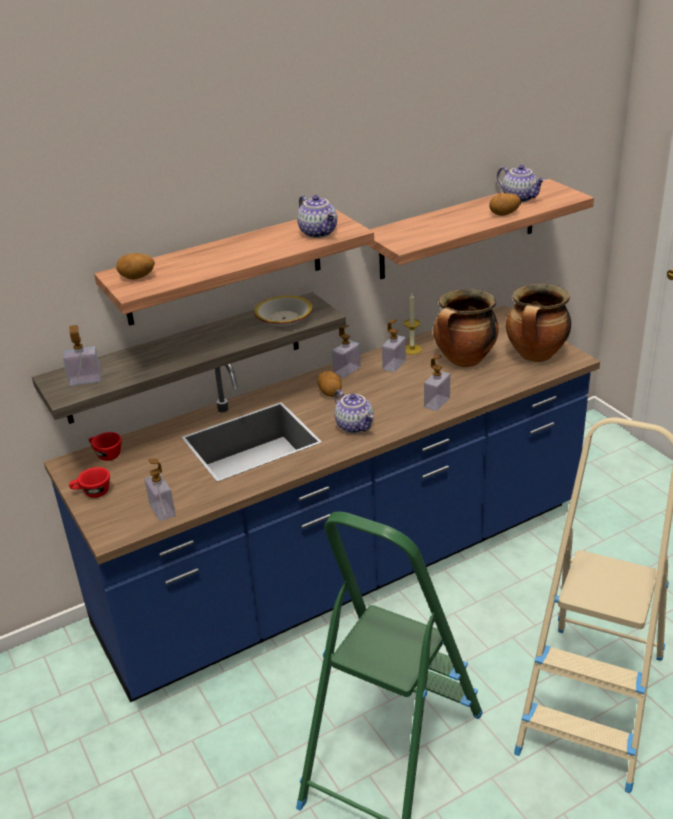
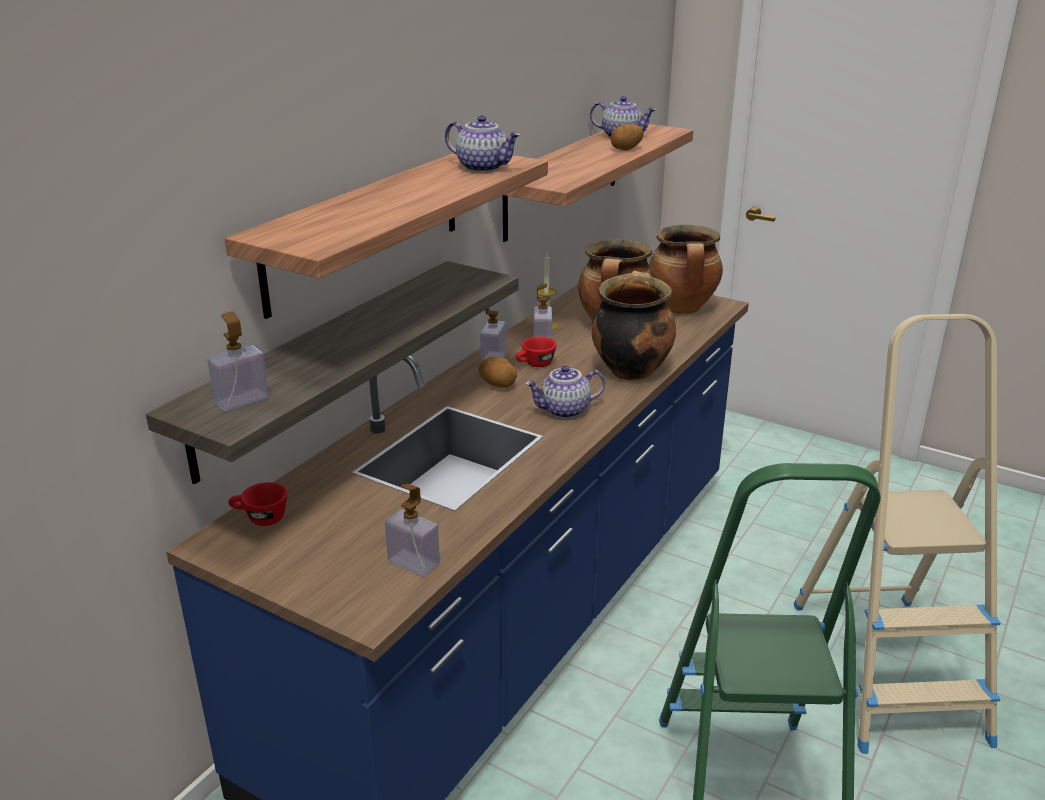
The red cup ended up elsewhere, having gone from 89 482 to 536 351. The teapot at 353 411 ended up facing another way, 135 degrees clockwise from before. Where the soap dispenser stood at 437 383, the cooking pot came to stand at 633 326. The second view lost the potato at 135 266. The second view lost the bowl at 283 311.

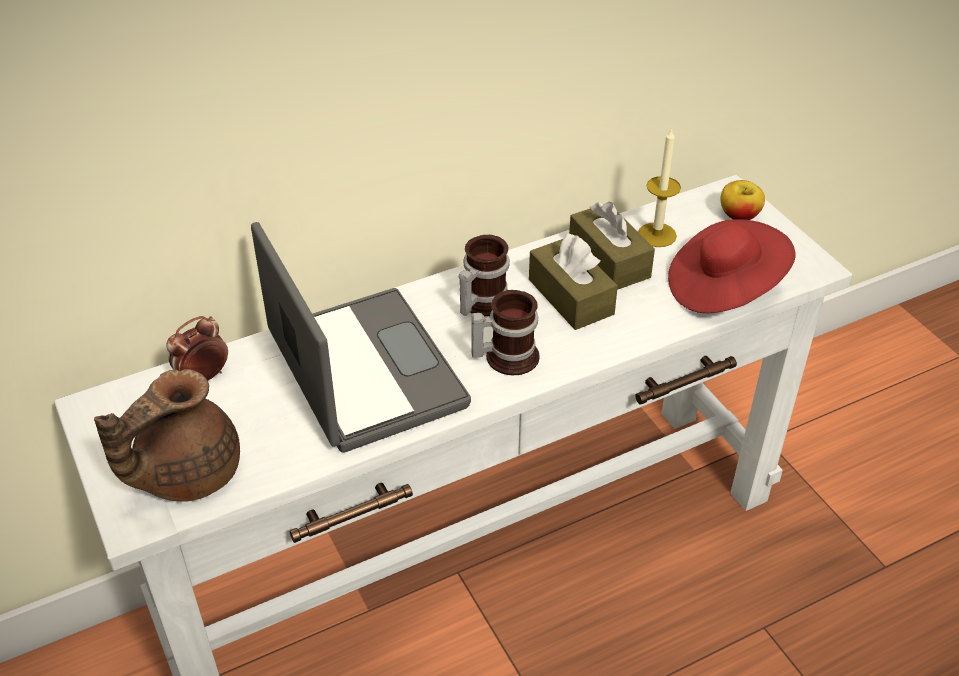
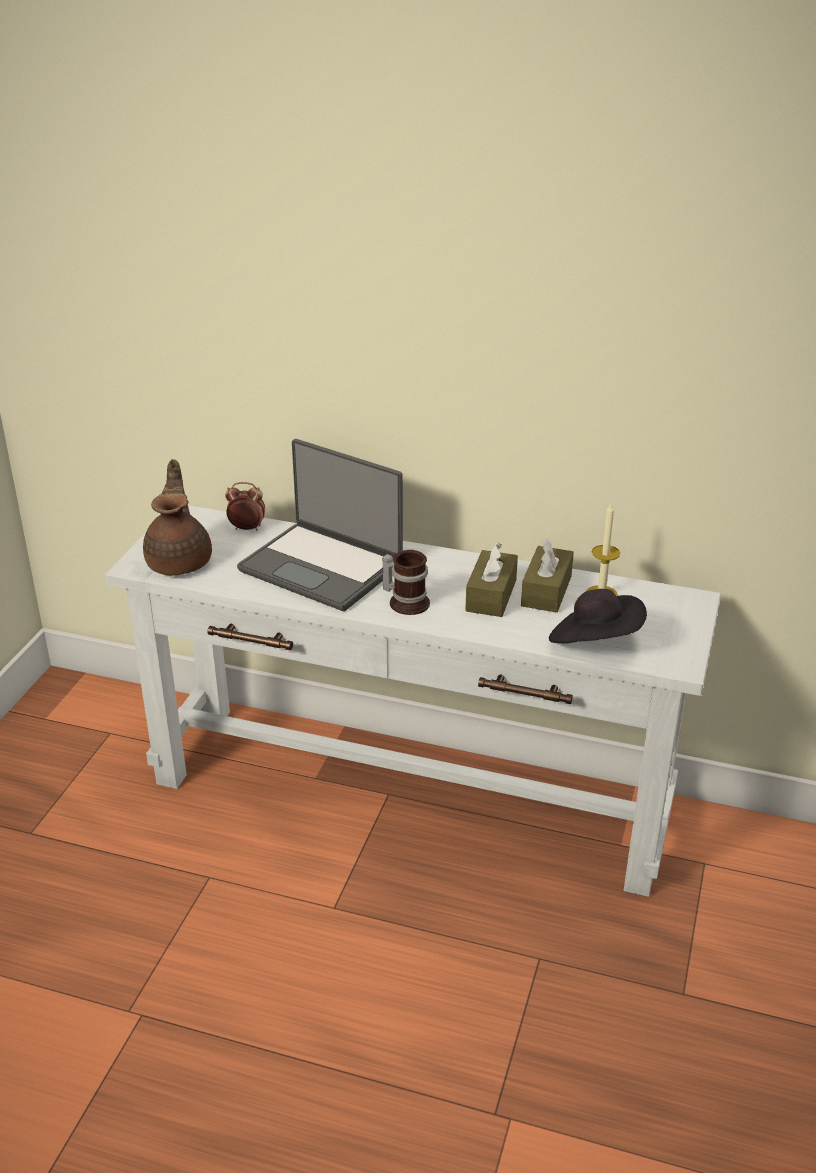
The brown teapot at 167 435 ended up facing another way, 90 degrees clockwise from before. The laptop at 361 337 ended up facing another way, 105 degrees clockwise from before. What was the red hat at 731 266 turned into the black hat at 598 616. The second view lost the mug at 484 276. The second view lost the apple at 743 200.

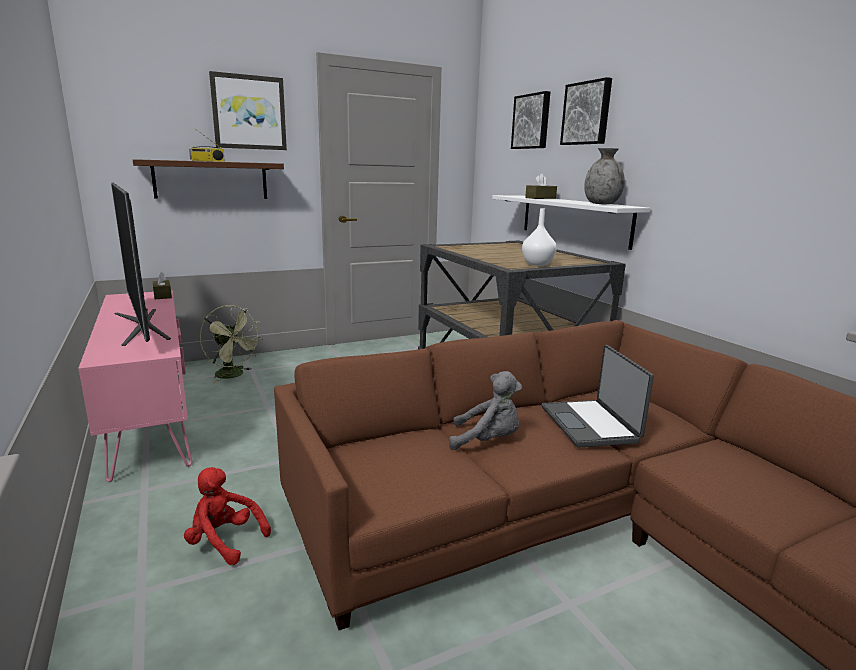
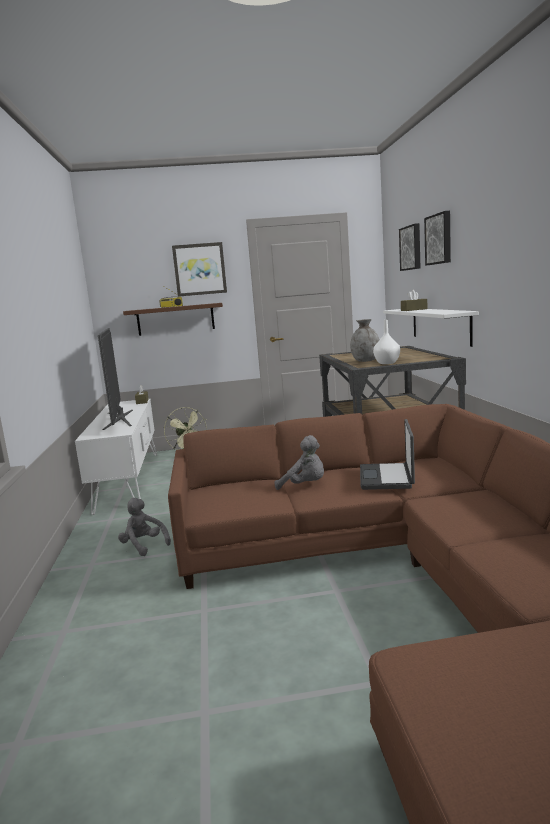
What was the pink tv stand at 135 386 turned into the white tv stand at 116 457. What was the red plush toy at 227 516 turned into the grey plush toy at 144 527. The grey vase ended up elsewhere, having gone from 604 176 to 364 340.

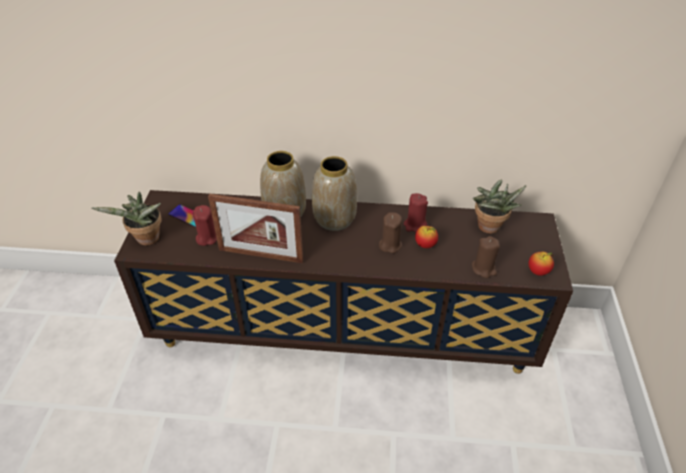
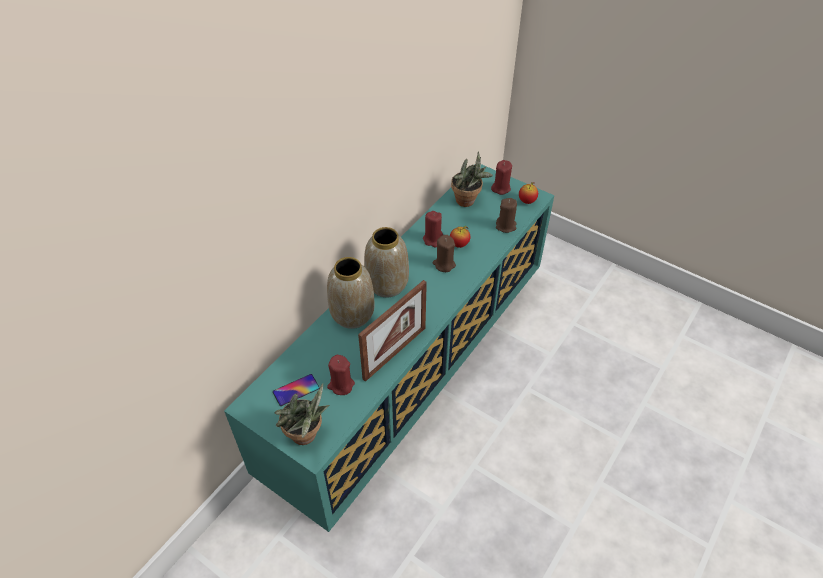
What was the brown tv stand at 343 282 turned into the turquoise tv stand at 389 348. The second view gained the red candle at 501 177.

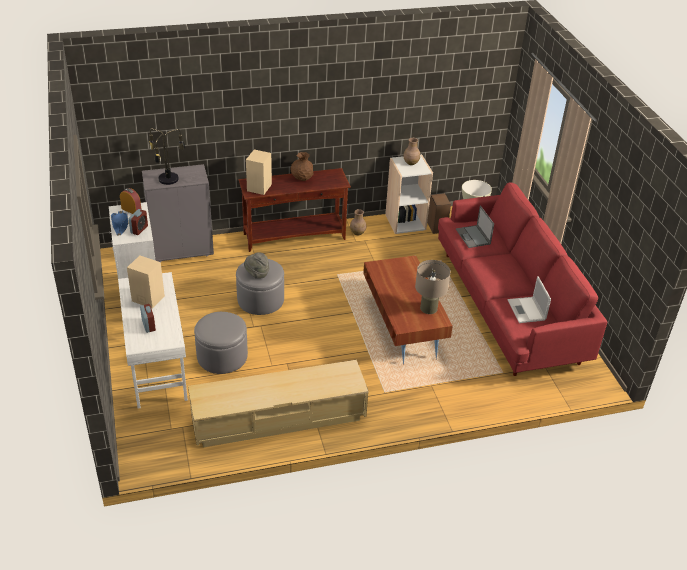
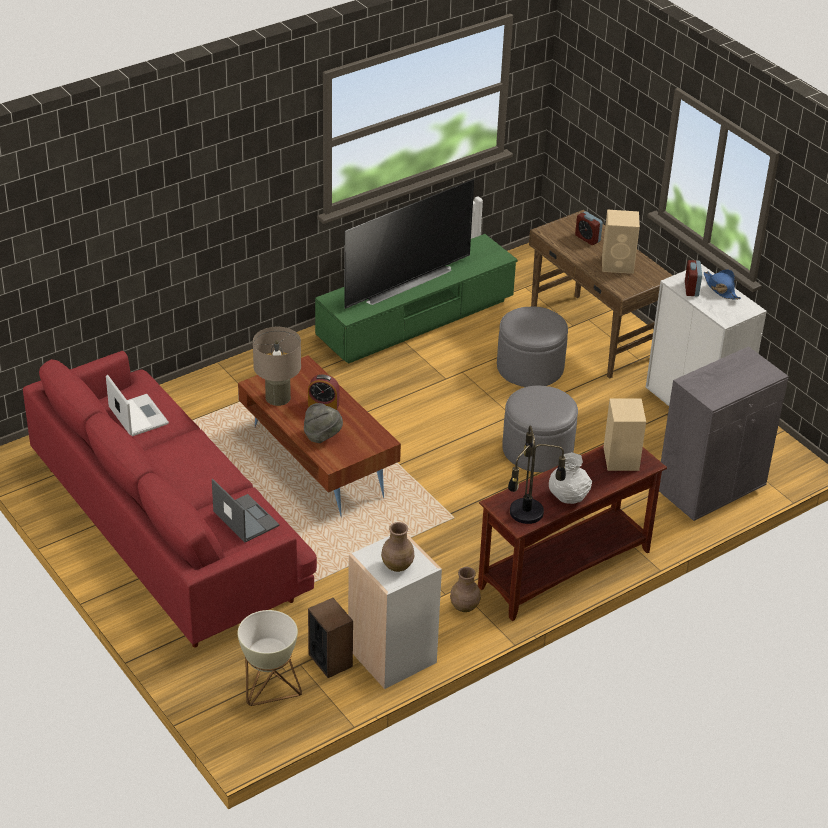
The grey hat ended up elsewhere, having gone from 256 265 to 323 423. The alarm clock ended up elsewhere, having gone from 131 201 to 323 392. What was the beige tv stand at 278 404 turned into the green tv stand at 416 299. The second view gained the television at 409 244. The table lamp ended up elsewhere, having gone from 167 156 to 537 474. What was the white console table at 153 340 turned into the brown console table at 601 294. What was the brown vase at 302 166 turned into the white vase at 570 478.

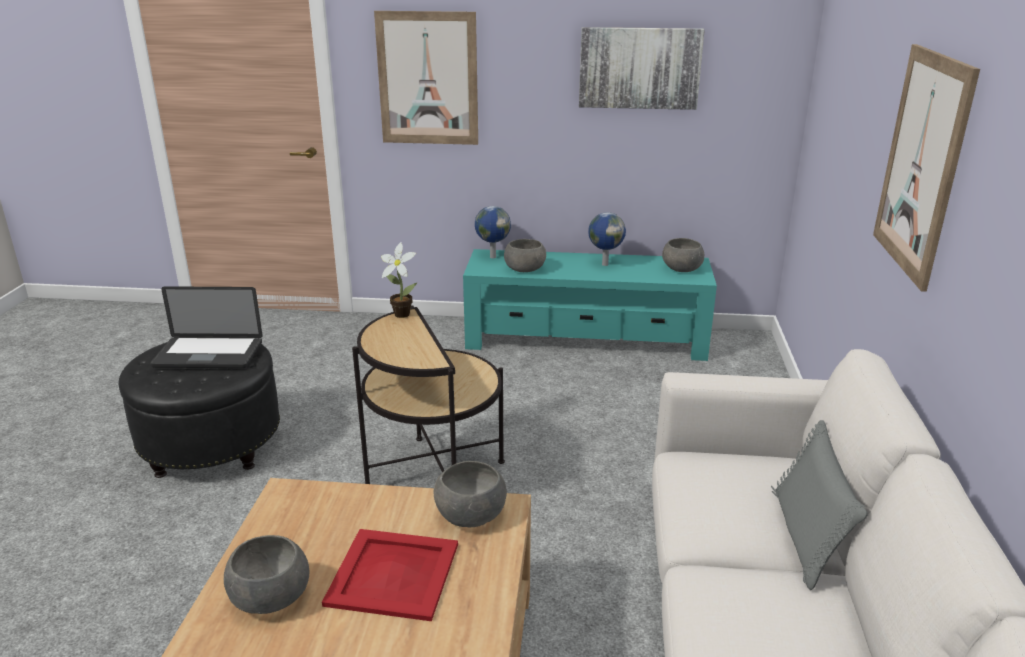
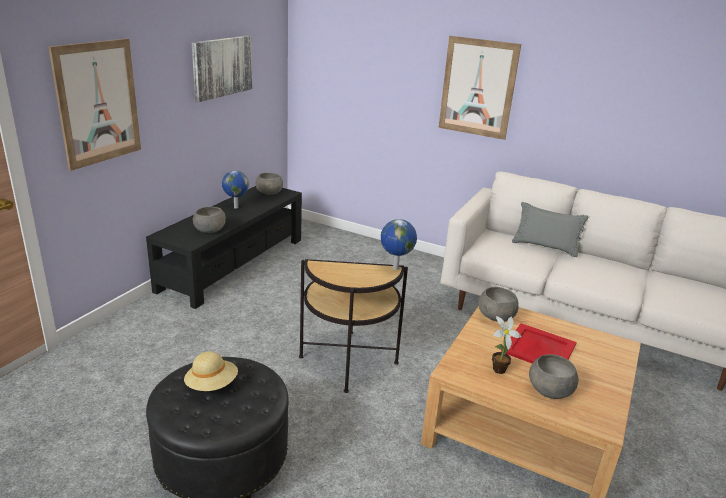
What was the turquoise tv stand at 590 305 turned into the black tv stand at 224 247. Where the laptop stood at 206 327, the beige hat came to stand at 211 371. The globe ended up elsewhere, having gone from 493 232 to 399 244. The potted plant ended up elsewhere, having gone from 399 280 to 506 345.

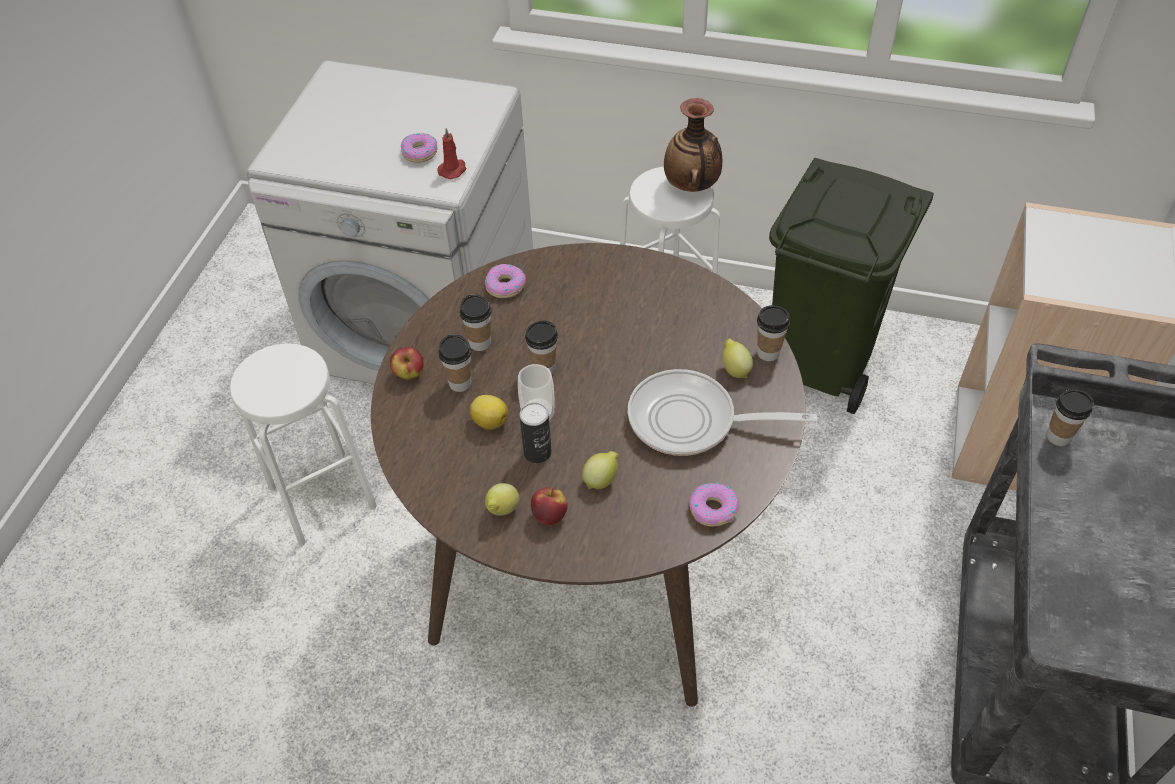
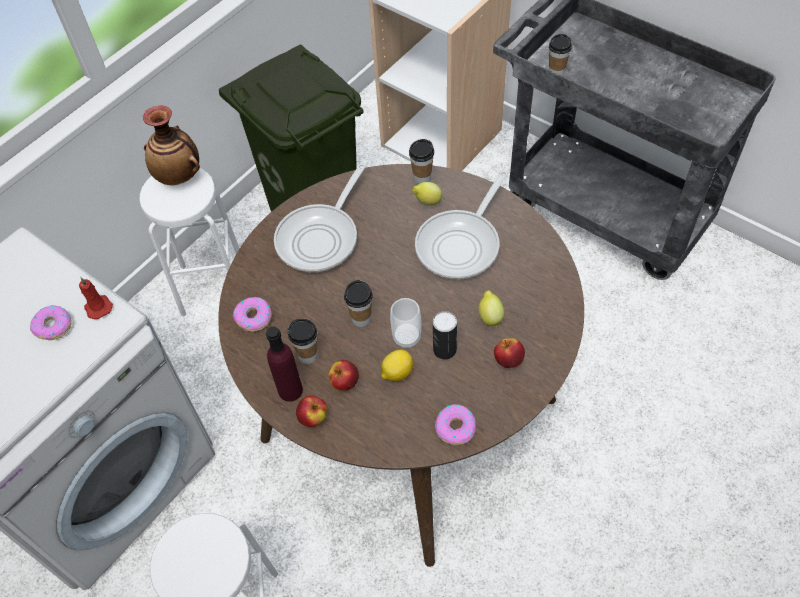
The second view gained the purple bottle at 284 364. The second view gained the frying pan at 321 216. Where the cup stood at 454 363, the apple came to stand at 343 375. The donut ended up elsewhere, having gone from 714 504 to 455 424. The second view lost the lemon at 502 499.

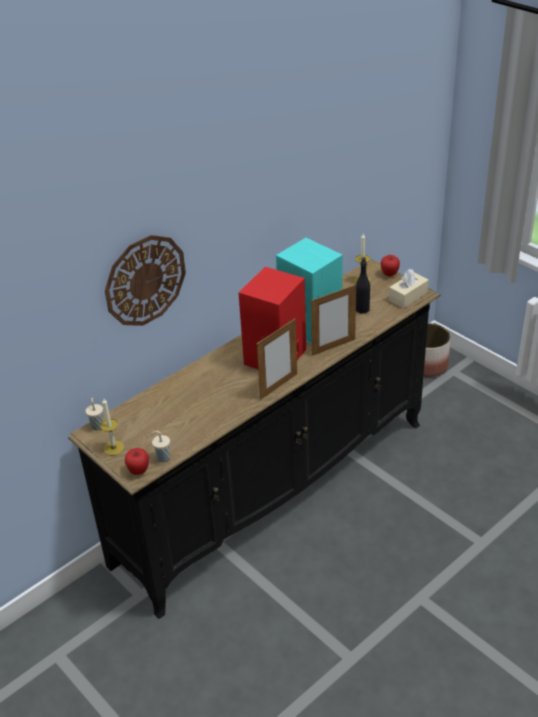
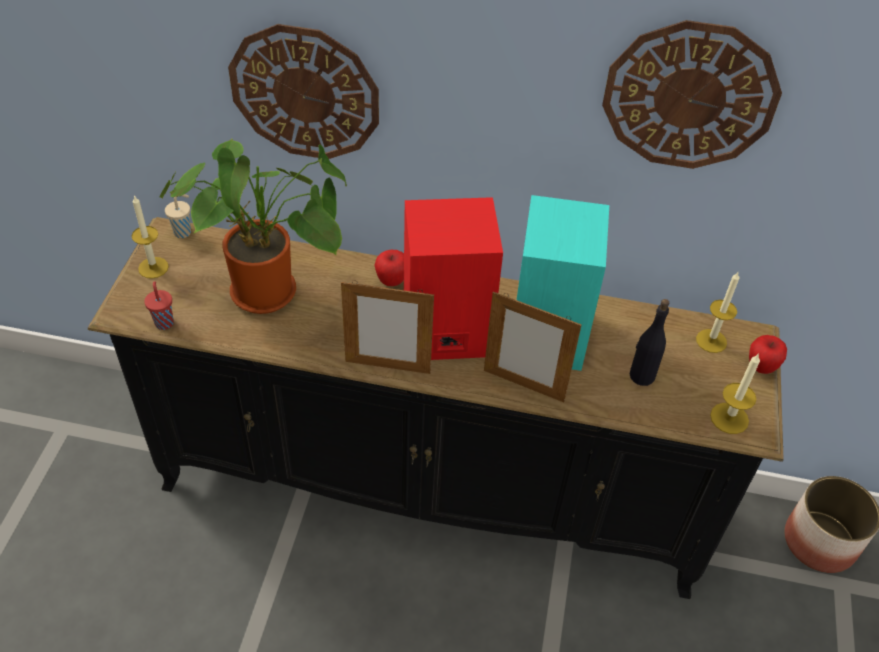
What was the beige cup at 160 446 turned into the red cup at 159 305. The second view gained the potted plant at 253 226. The apple ended up elsewhere, having gone from 137 461 to 389 268. The second view gained the wall clock at 692 94. Where the beige tissue box stood at 409 288, the candle came to stand at 735 393.

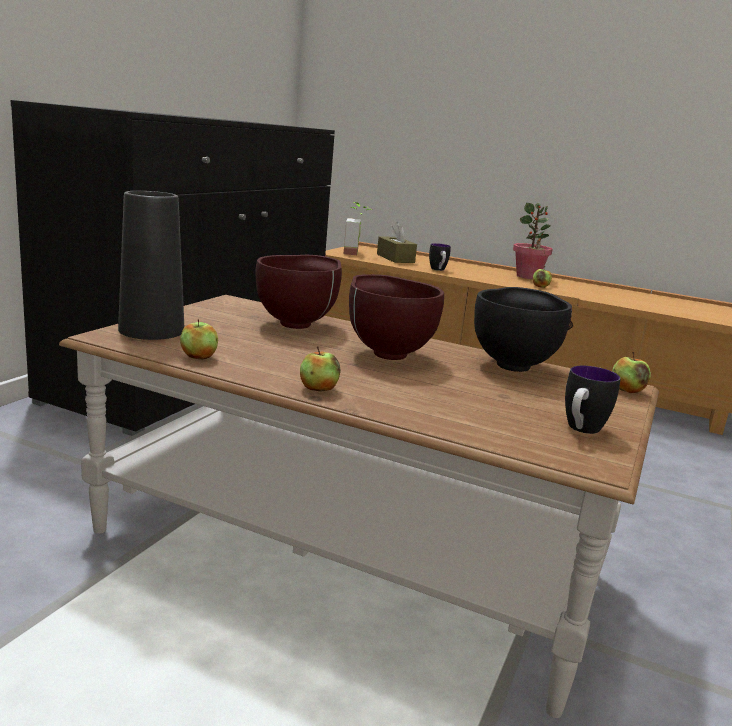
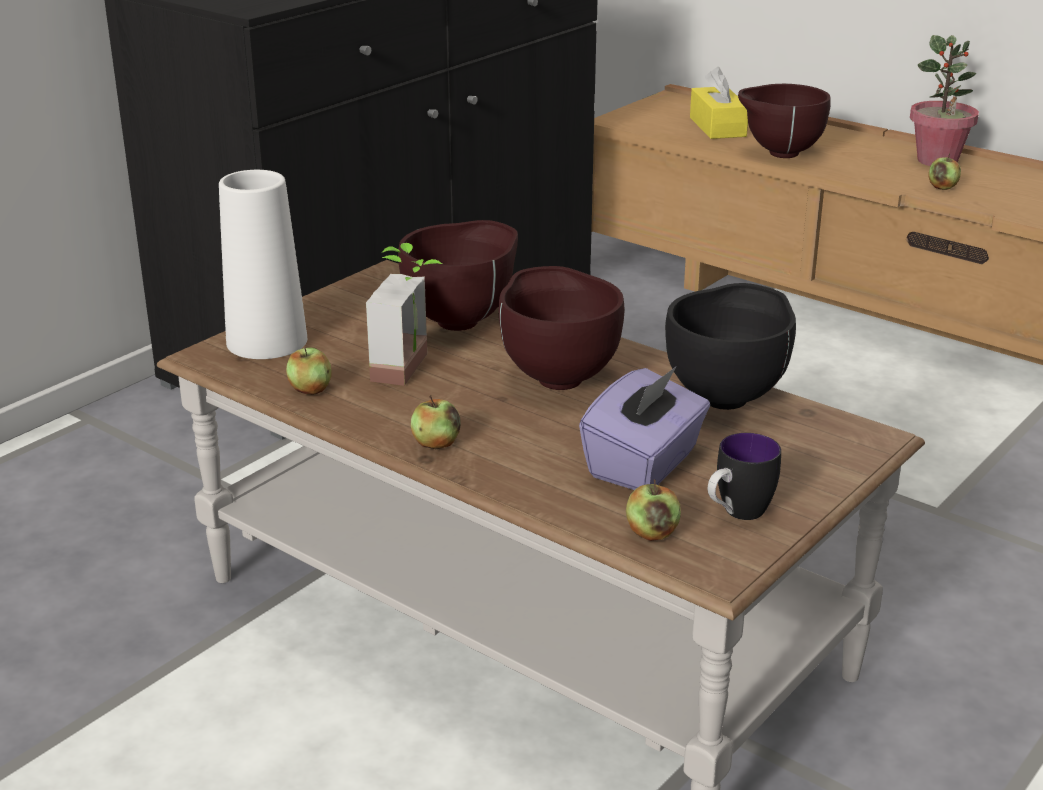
What was the black vase at 151 265 turned into the white vase at 263 264. The potted plant ended up elsewhere, having gone from 358 228 to 404 314. The second view gained the purple tissue box at 644 428. The apple ended up elsewhere, having gone from 631 372 to 653 510. What was the brown tissue box at 397 242 turned into the yellow tissue box at 719 103. Where the mug stood at 440 257, the brown bowl came to stand at 784 121.

